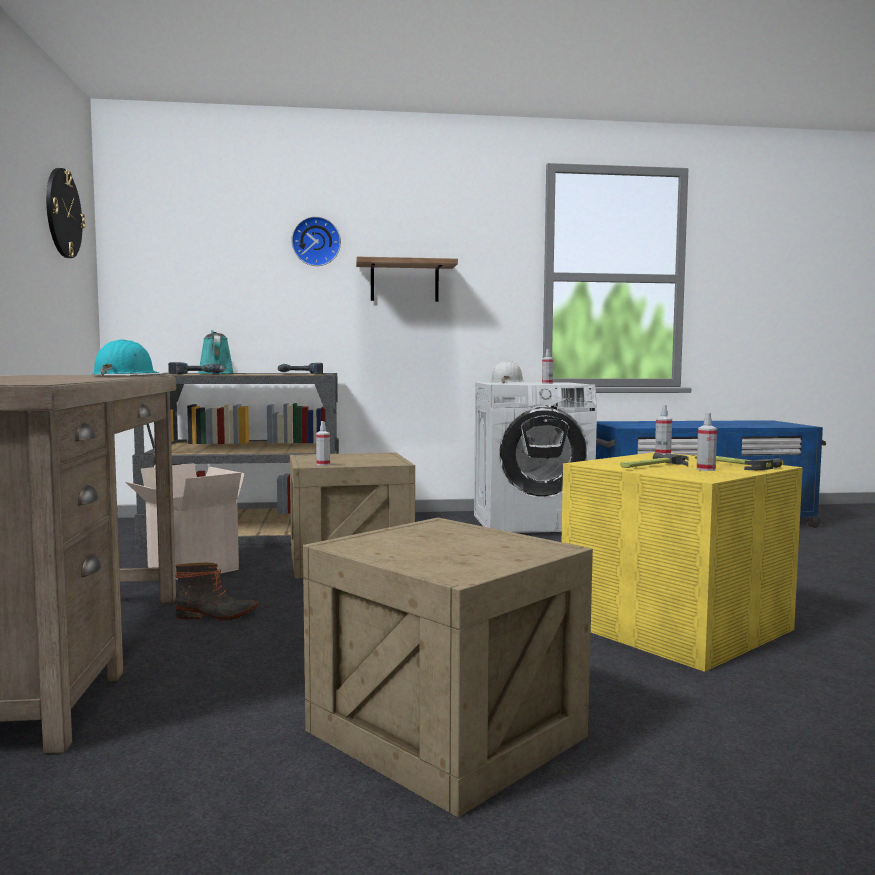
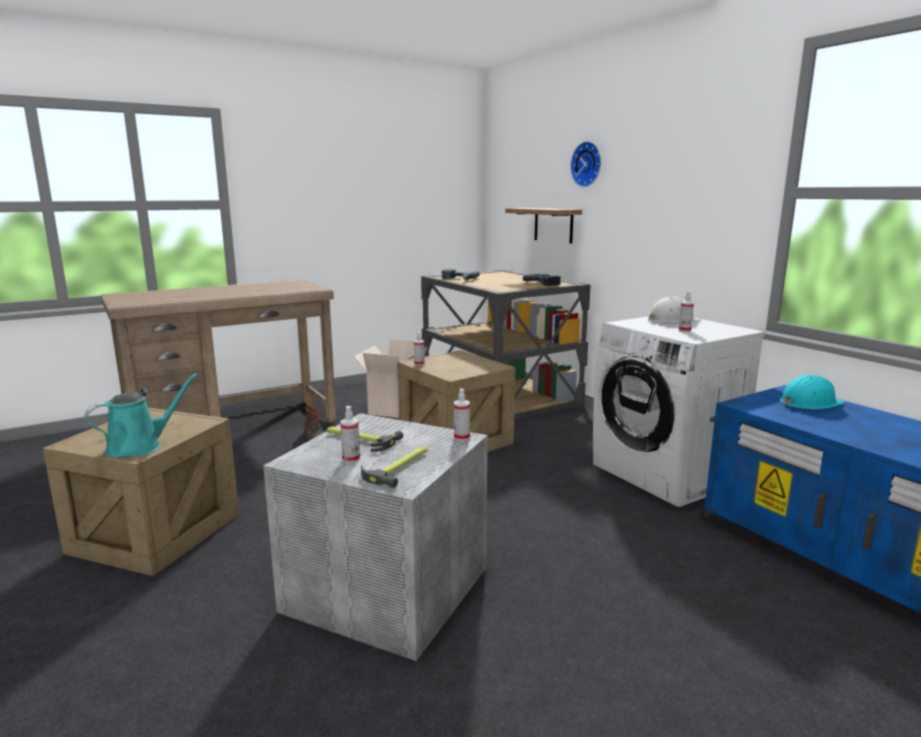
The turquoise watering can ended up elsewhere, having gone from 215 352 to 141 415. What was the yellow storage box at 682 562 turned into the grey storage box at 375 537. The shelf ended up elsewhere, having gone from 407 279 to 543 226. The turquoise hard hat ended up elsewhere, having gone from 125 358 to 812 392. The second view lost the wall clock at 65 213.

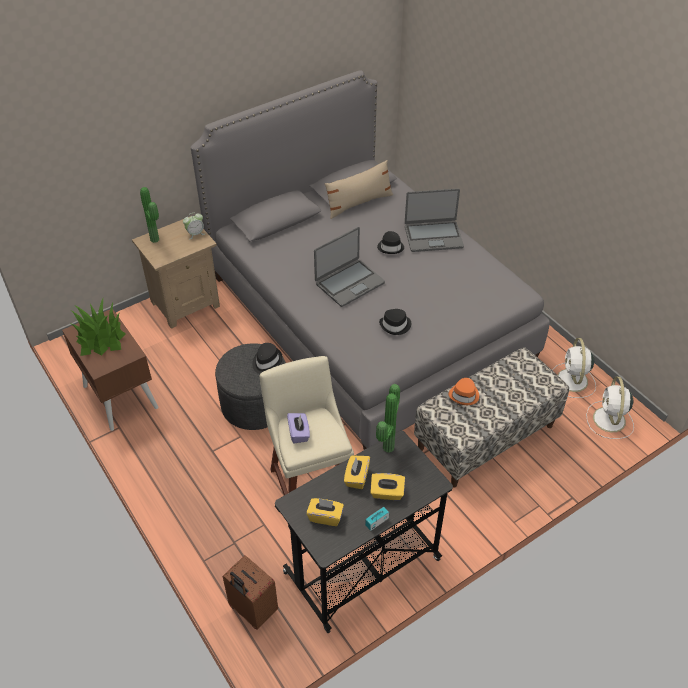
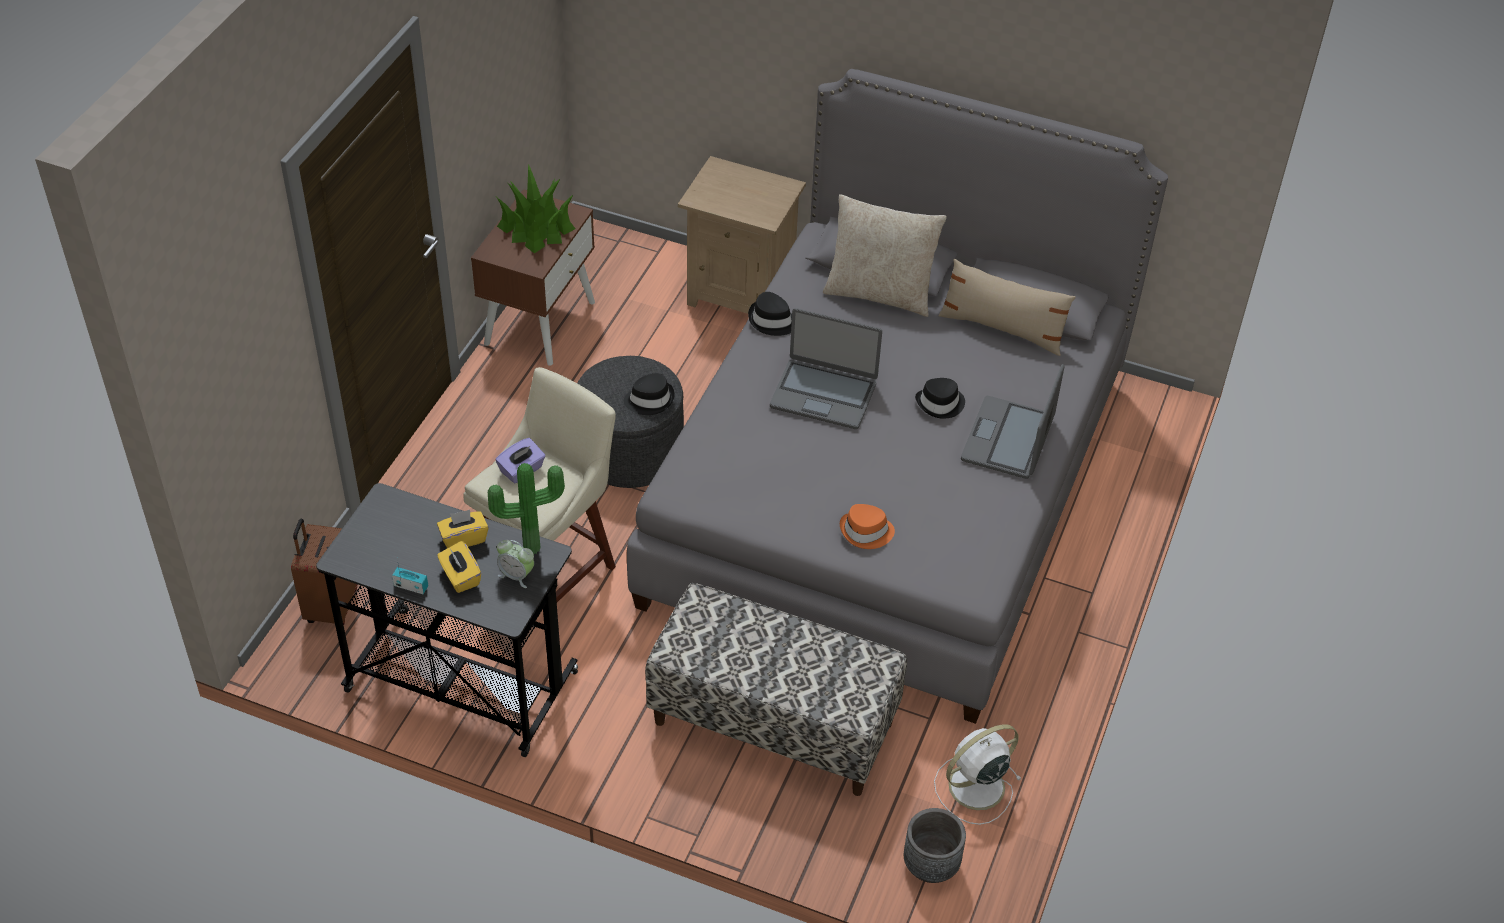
The alarm clock ended up elsewhere, having gone from 194 226 to 515 564. The black hat ended up elsewhere, having gone from 395 322 to 770 314. The second view gained the beige pillow at 885 255. The orange hat ended up elsewhere, having gone from 464 391 to 867 526. Where the white fan stood at 610 408, the grey planter came to stand at 935 845. The laptop at 434 220 ended up facing another way, 60 degrees clockwise from before. The second view lost the potted plant at 149 215. The second view lost the yellow tissue box at 325 512.

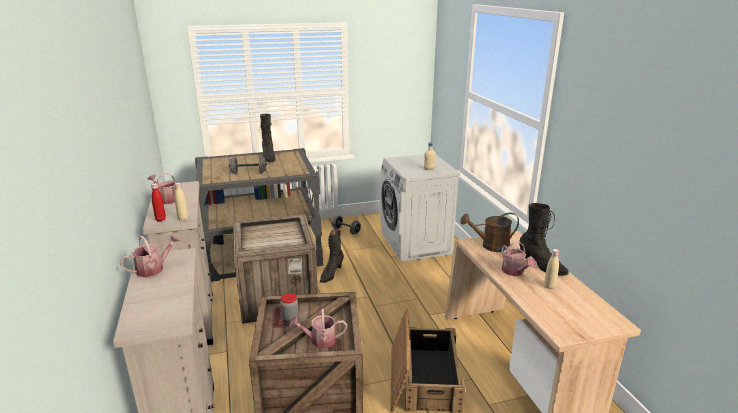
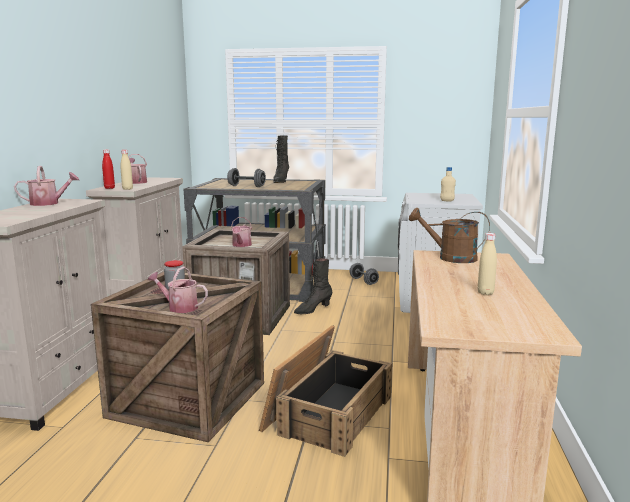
The watering can ended up elsewhere, having gone from 518 259 to 241 232. The second view lost the black boot at 544 239.

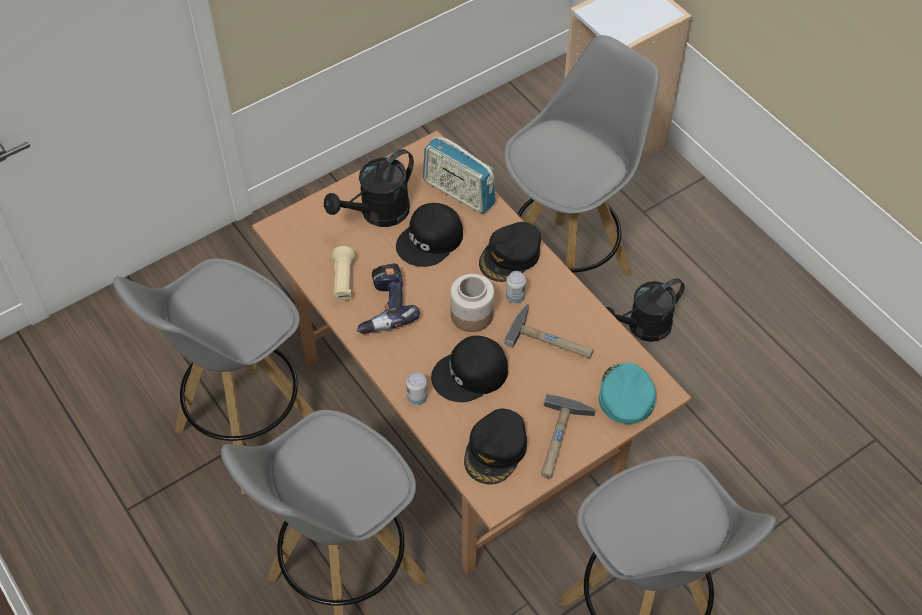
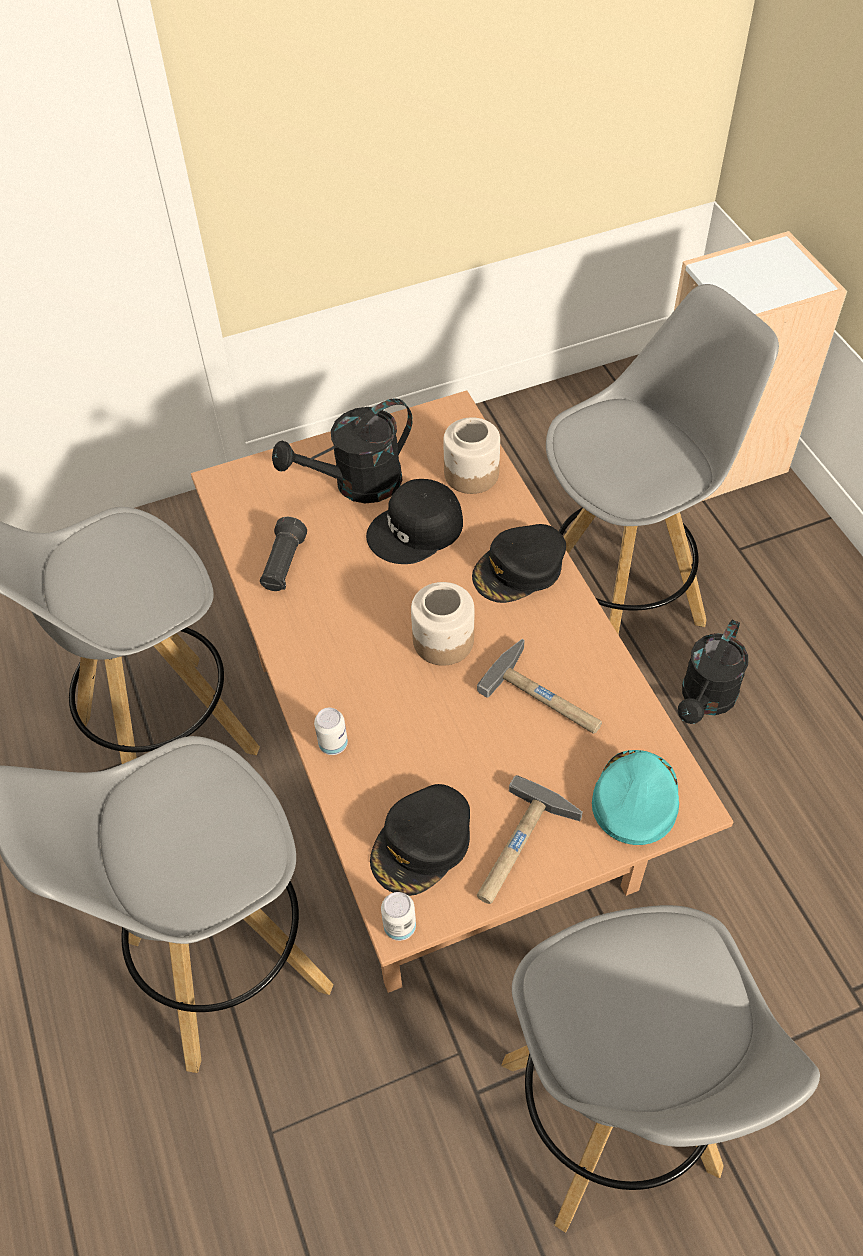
What was the beige flashlight at 343 273 turned into the black flashlight at 283 554. The can ended up elsewhere, having gone from 516 287 to 398 916. Where the radio stood at 459 175, the jar came to stand at 471 455. The black watering can at 645 310 ended up facing another way, 45 degrees counterclockwise from before. The second view lost the power drill at 388 298. The second view lost the black cap at 469 369.

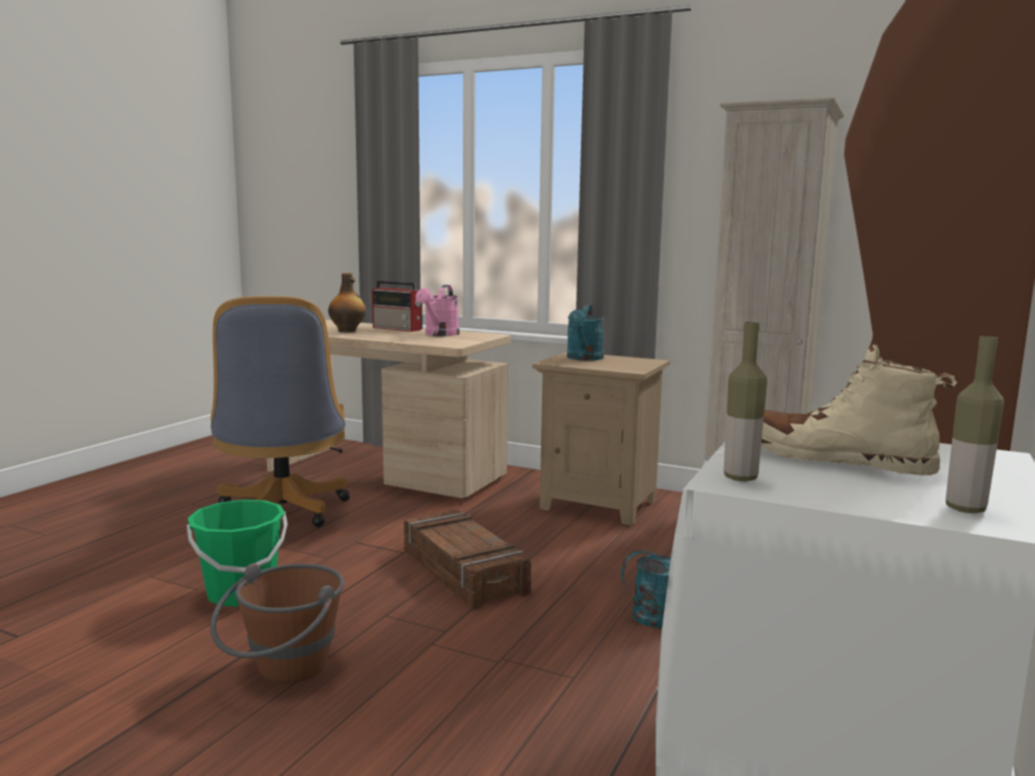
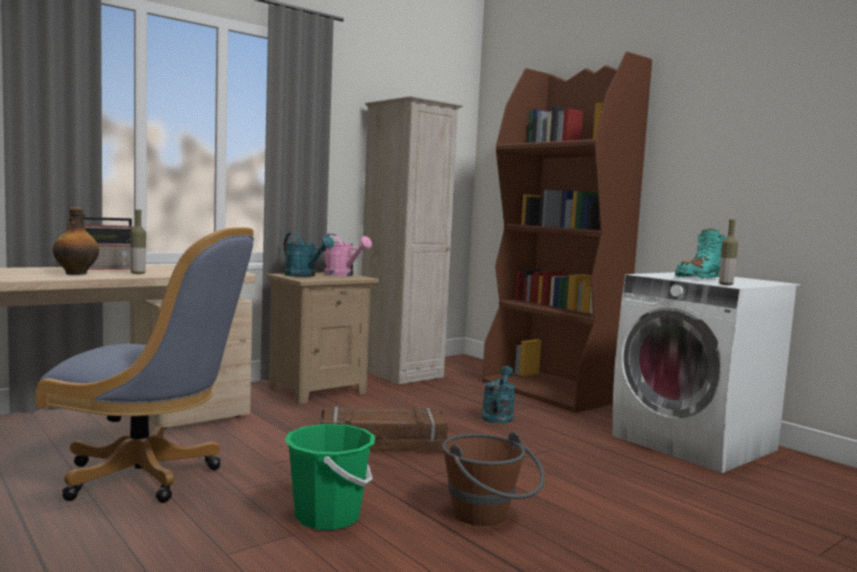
The bottle ended up elsewhere, having gone from 975 424 to 138 242. The pink watering can ended up elsewhere, having gone from 437 310 to 347 255. What was the beige boot at 859 409 turned into the turquoise boot at 700 254.

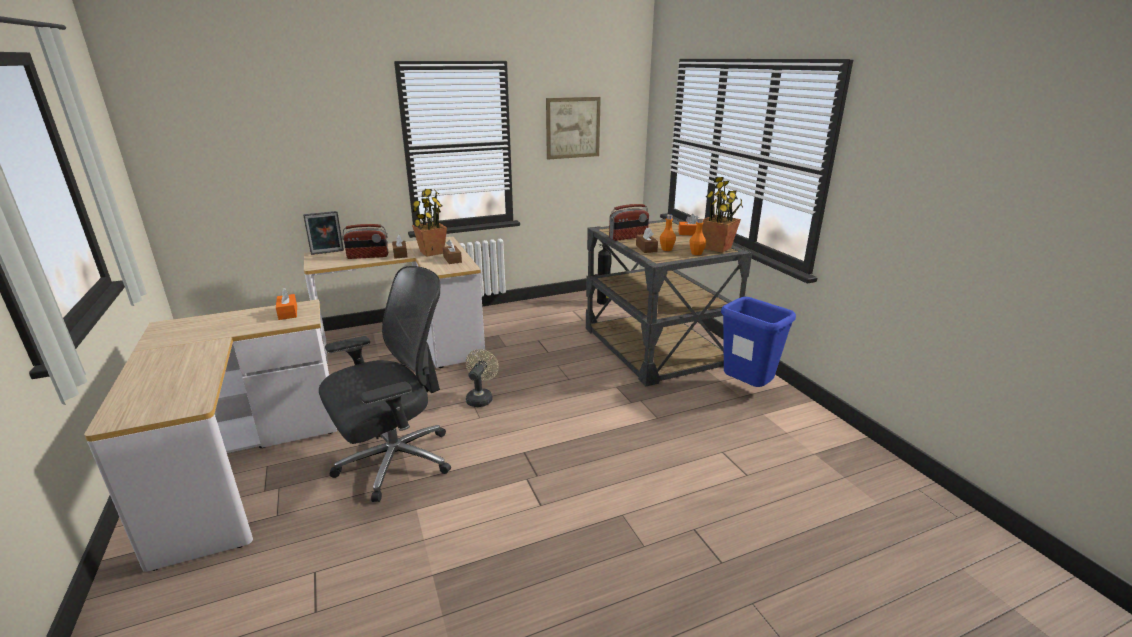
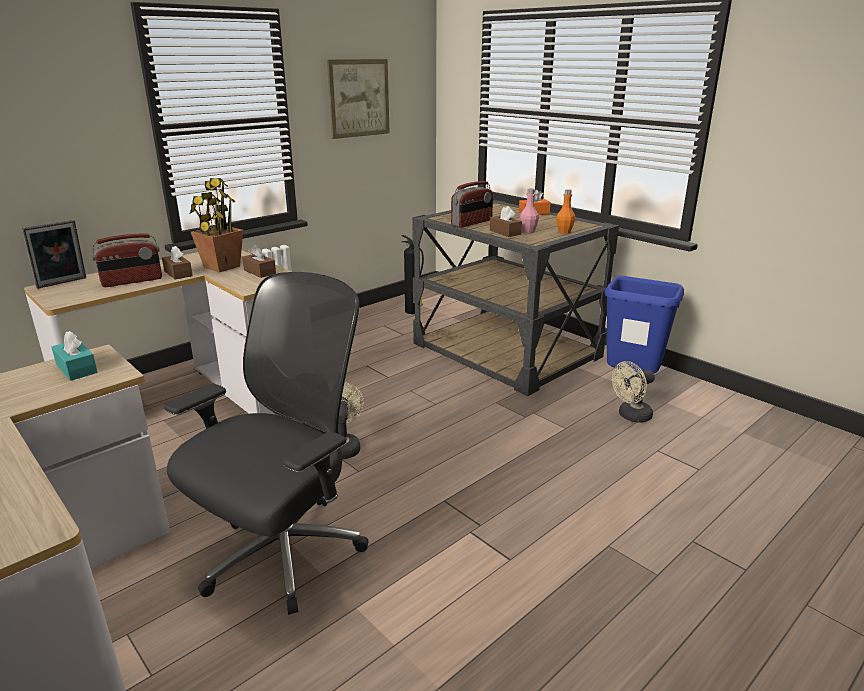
What was the orange tissue box at 286 304 turned into the turquoise tissue box at 74 356. What was the orange bottle at 668 232 turned into the pink bottle at 529 211. The second view gained the beige fan at 633 392. The second view lost the potted plant at 722 215.

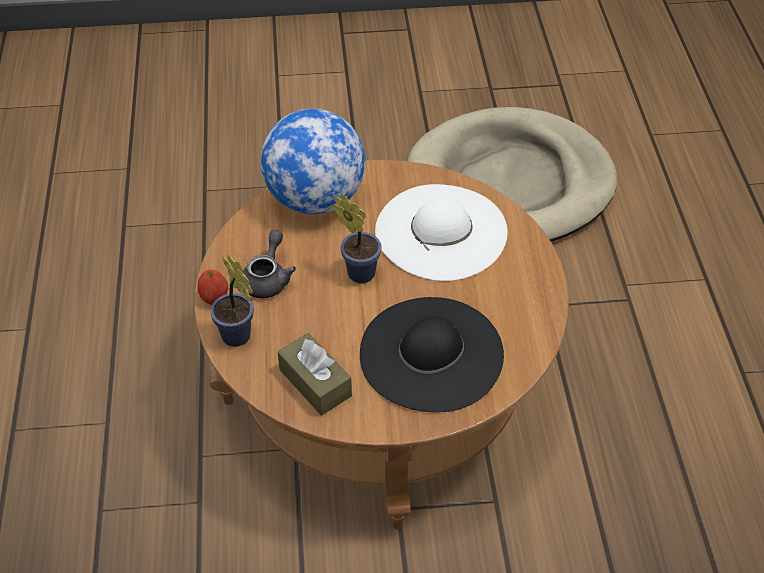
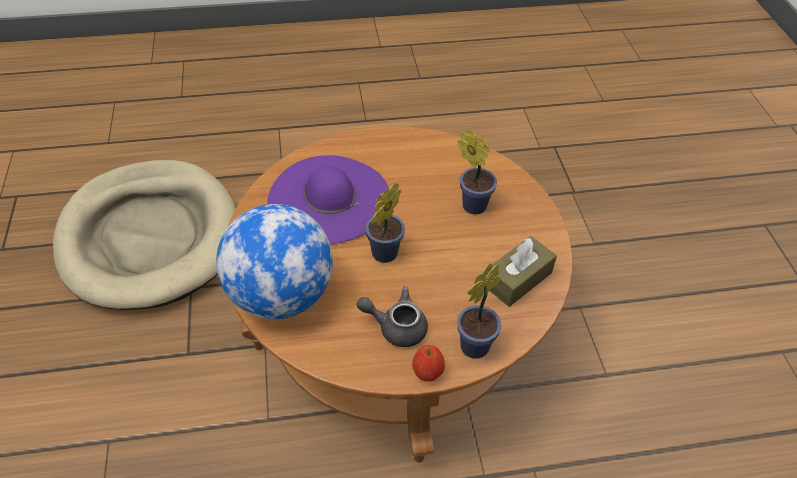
What was the white hat at 441 232 turned into the purple hat at 328 199. Where the black hat stood at 432 355, the potted plant came to stand at 477 171.

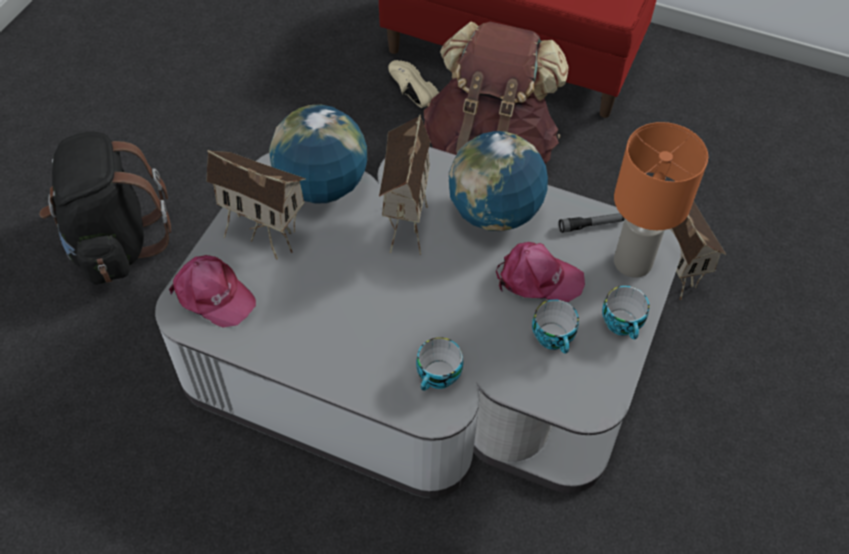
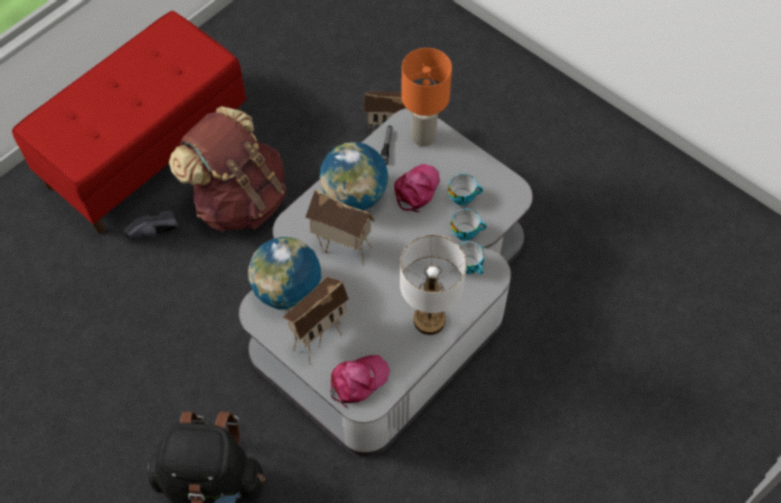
What was the beige shoe at 413 84 turned into the black shoe at 151 224. The second view gained the table lamp at 433 285. The cup ended up elsewhere, having gone from 625 312 to 469 224.

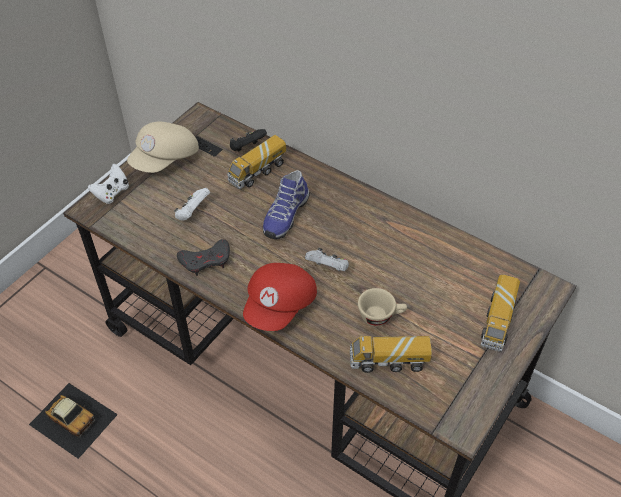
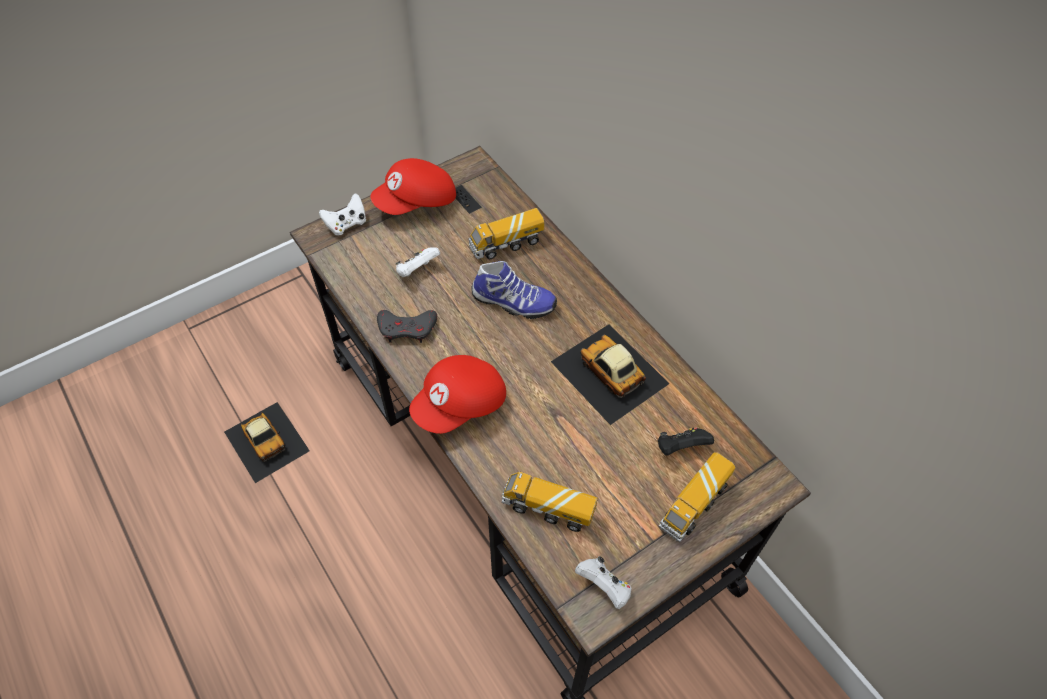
What was the beige cap at 163 147 turned into the red cap at 413 186. The shoe at 286 204 ended up facing another way, 120 degrees counterclockwise from before. The second view gained the toy car at 610 374. The white game controller ended up elsewhere, having gone from 327 259 to 603 582. The black game controller ended up elsewhere, having gone from 248 140 to 686 441. The second view lost the beige cup at 382 307.

